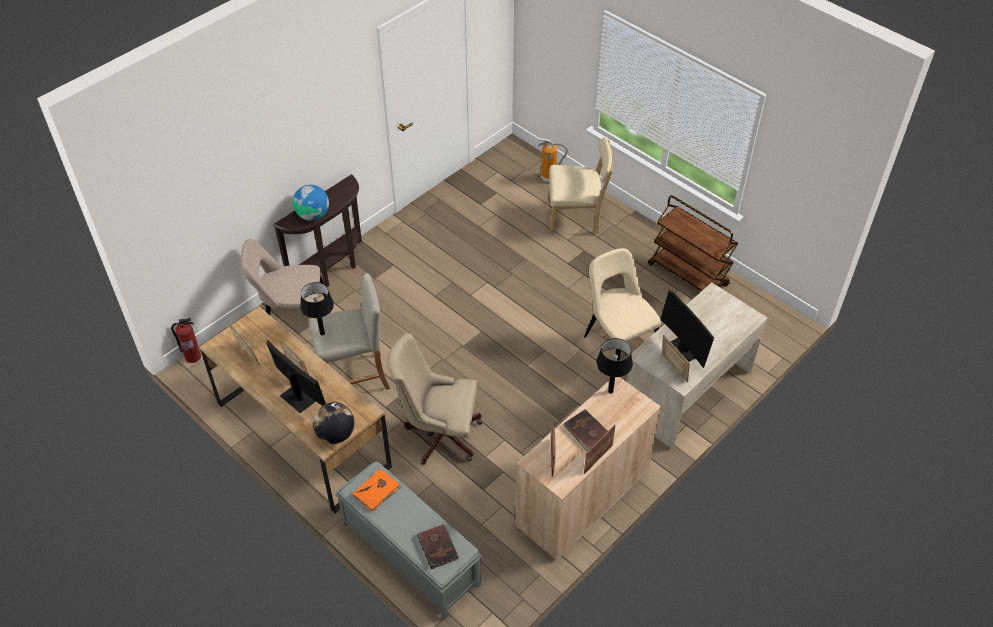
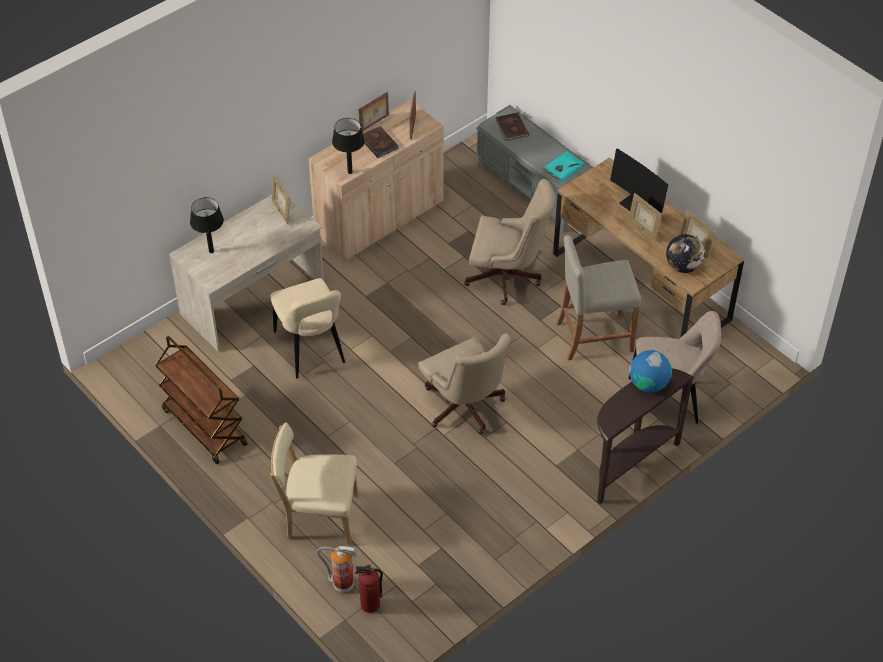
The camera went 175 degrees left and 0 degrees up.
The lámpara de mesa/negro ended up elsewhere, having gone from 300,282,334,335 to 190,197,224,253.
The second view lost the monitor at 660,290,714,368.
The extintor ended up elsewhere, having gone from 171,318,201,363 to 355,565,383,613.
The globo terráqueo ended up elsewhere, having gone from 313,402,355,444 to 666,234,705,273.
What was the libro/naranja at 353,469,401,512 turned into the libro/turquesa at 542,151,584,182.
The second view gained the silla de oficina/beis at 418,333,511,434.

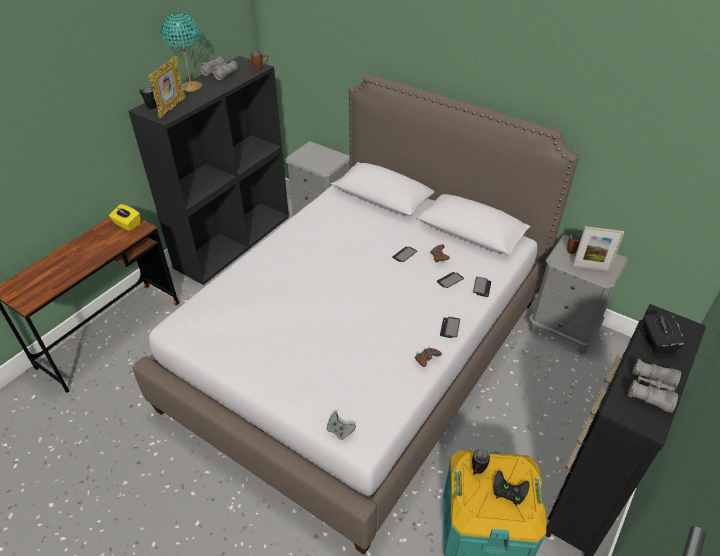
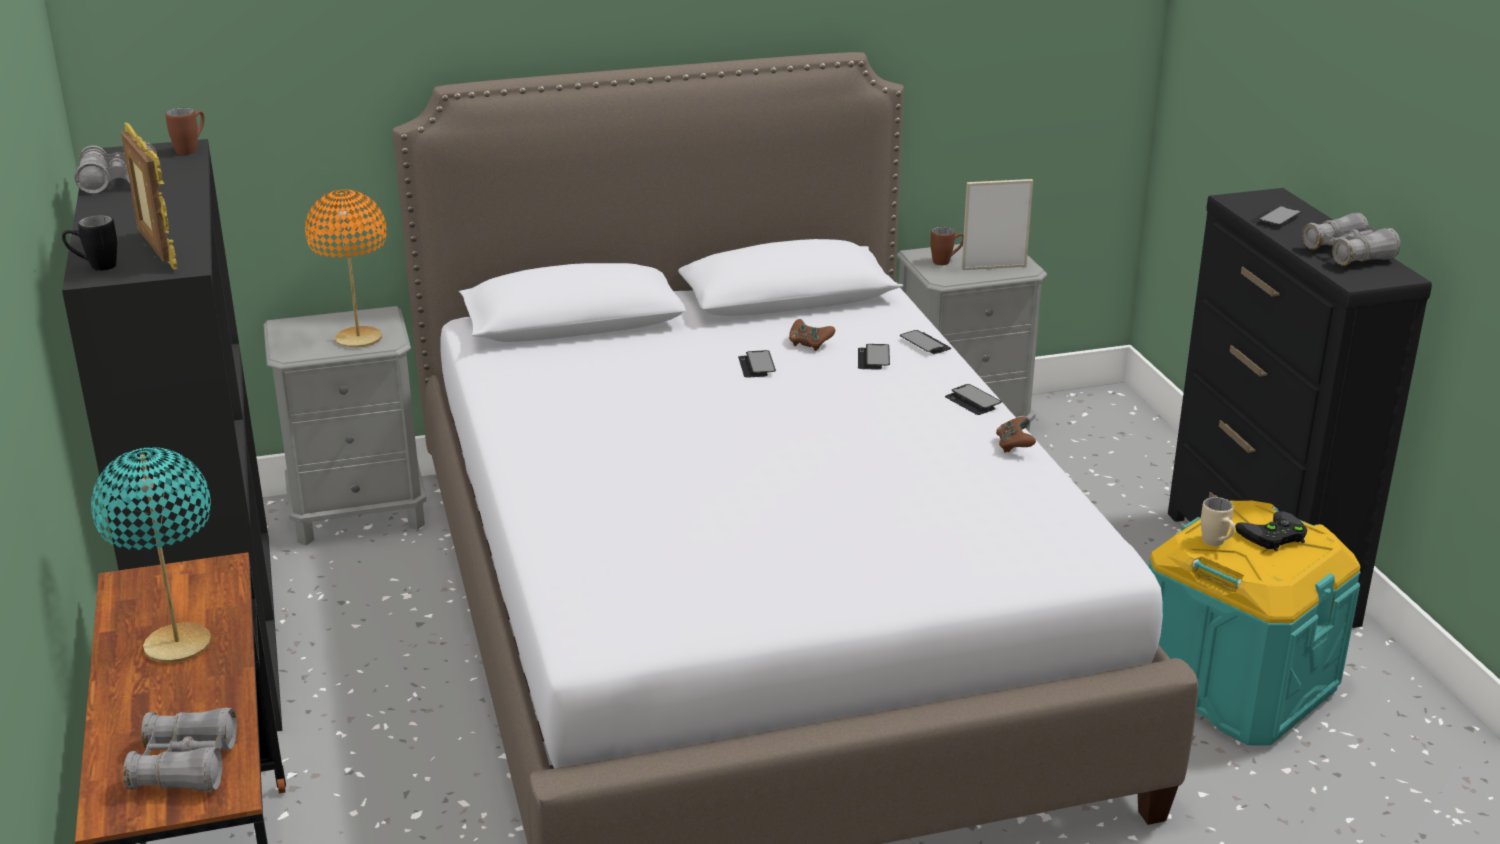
The camera went 50 degrees left and 15 degrees down.
The lámpara de mesa/turquesa ended up elsewhere, having gone from 161,12,202,92 to 91,447,211,663.
The second view lost the caja de pañuelos/amarillo at 109,204,141,231.
The portarretratos at 572,226,624,272 ended up facing another way, 150 degrees counterclockwise from before.
Where the caja de pañuelos/negro stood at 643,312,685,354, the móvil came to stand at 1250,206,1302,227.
The second view lost the mando de consola/gris at 326,412,356,440.
What was the taza grande/negro at 472,449,490,475 turned into the taza grande/beis at 1201,497,1235,546.
The second view gained the lámpara de mesa/naranja at 305,189,387,348.
The second view gained the prismáticos/gris at 123,708,237,792.

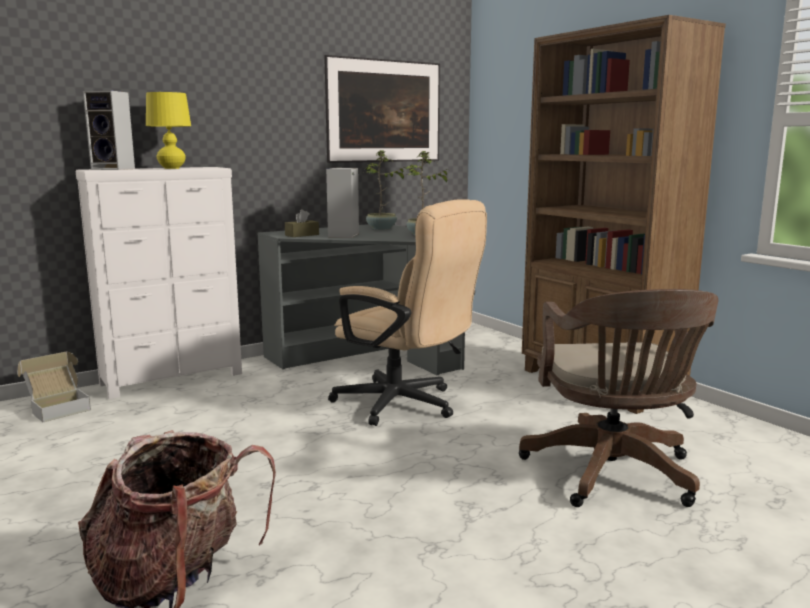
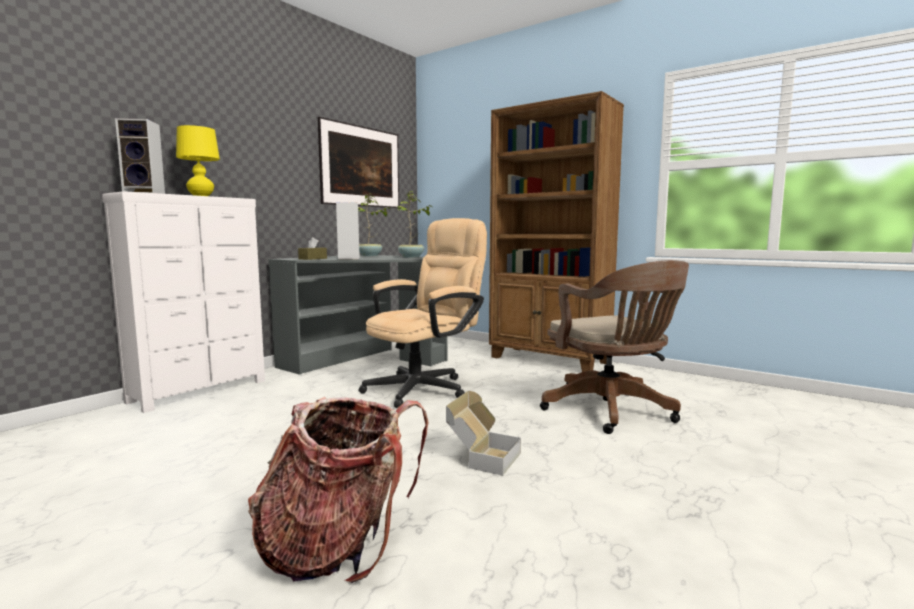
The camera went 20 degrees left and 5 degrees down.
The silla de oficina/beis at 328,199,487,426 ended up facing another way, 60 degrees counterclockwise from before.
The caja de cartón ended up elsewhere, having gone from 17,351,91,422 to 446,391,521,476.

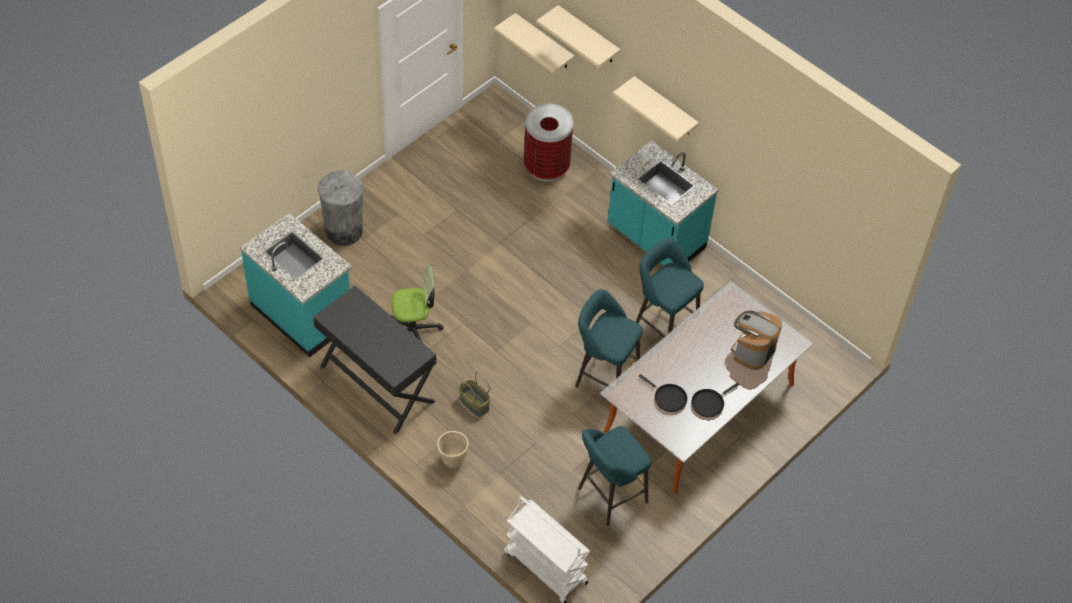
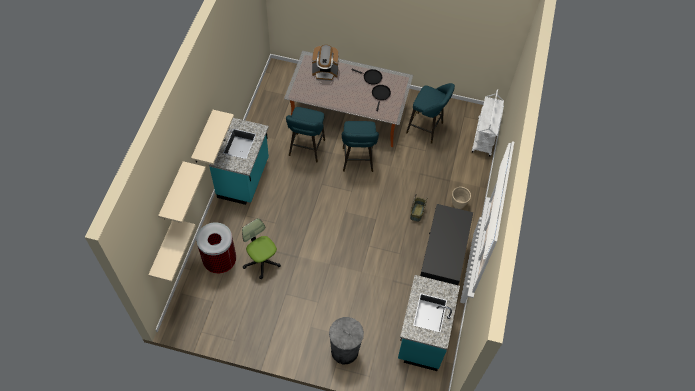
The camera went 120 degrees left and 5 degrees up.
The silla de oficina ended up elsewhere, having gone from 391,264,443,343 to 242,218,281,279.

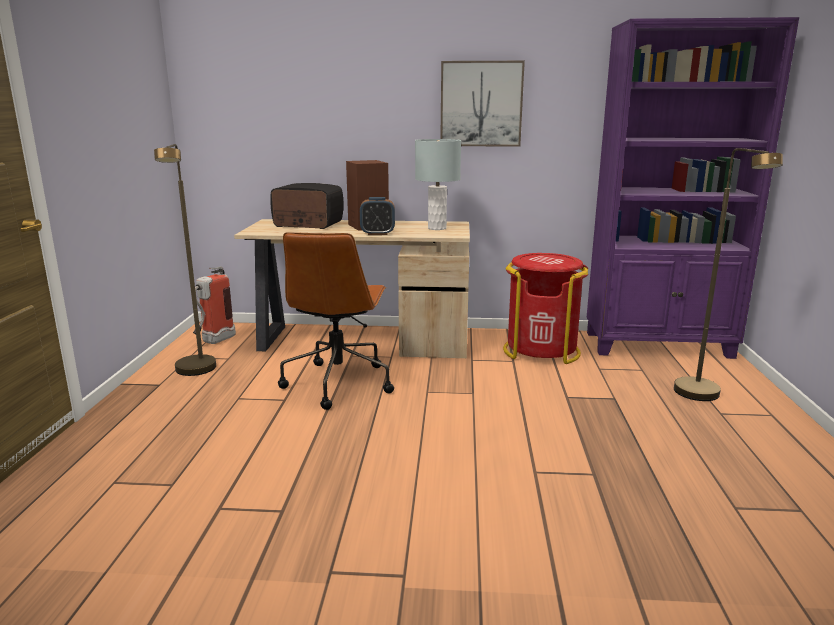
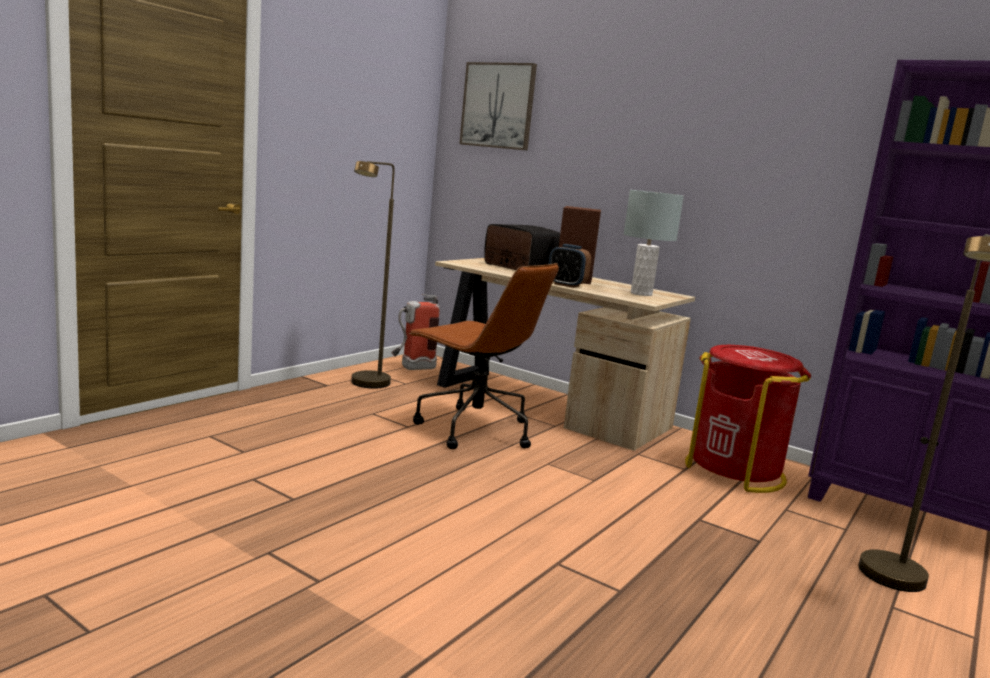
The camera went 30 degrees right and 5 degrees down.
The cuadro ended up elsewhere, having gone from 440,61,525,147 to 459,62,537,151.
The silla de oficina/marrón at 278,232,394,410 ended up facing another way, 90 degrees counterclockwise from before.

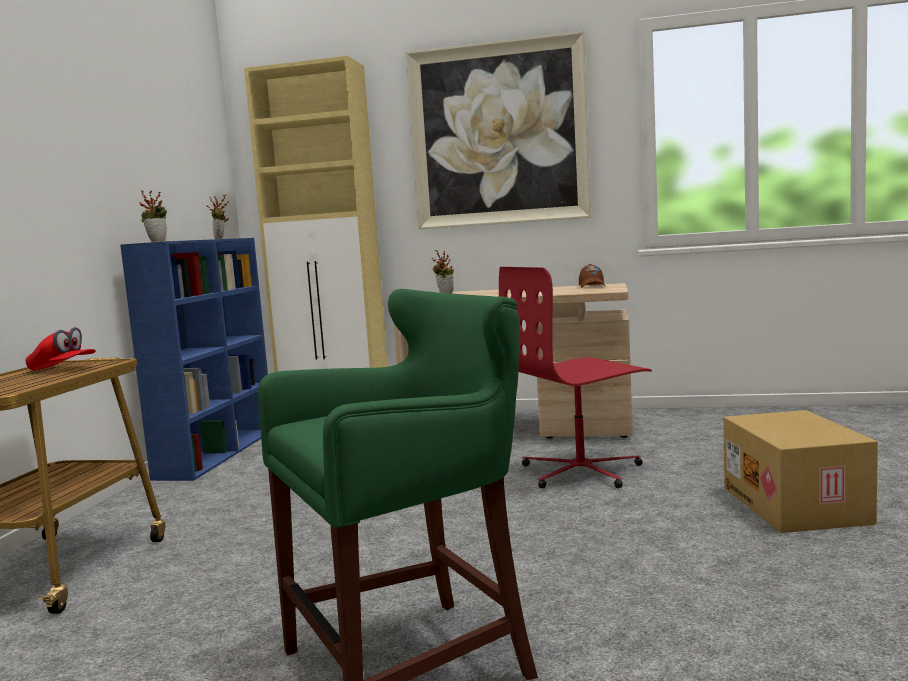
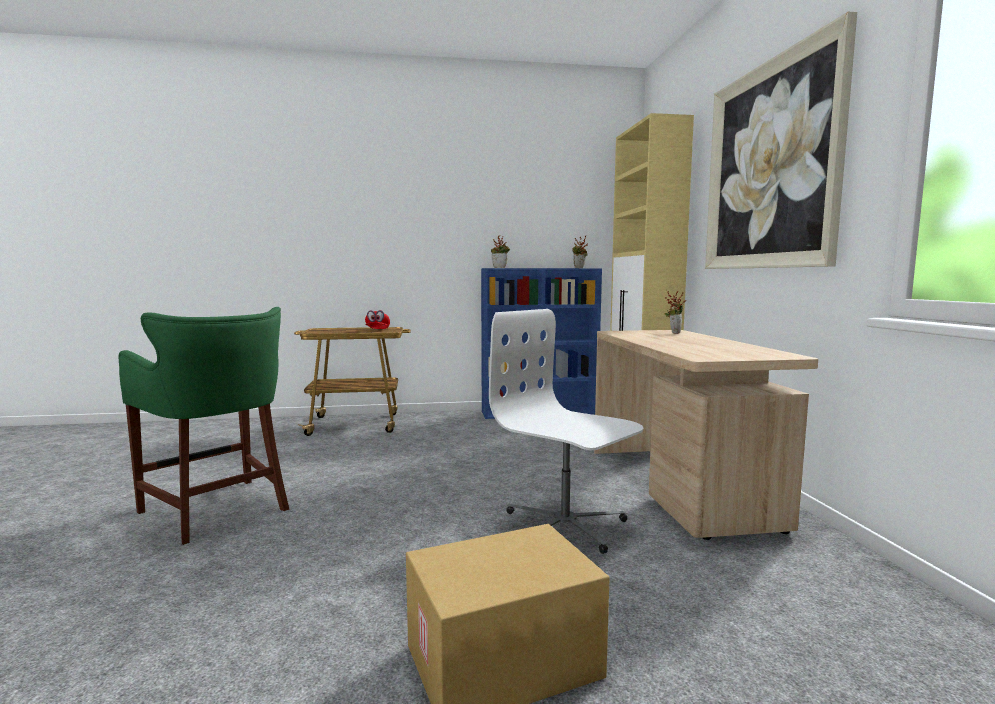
The camera went 70 degrees right and 0 degrees up.
The second view lost the gorra/marrón at 579,264,605,288.
What was the silla de oficina/rojo at 499,267,652,488 turned into the silla de oficina/blanco at 489,309,643,554.

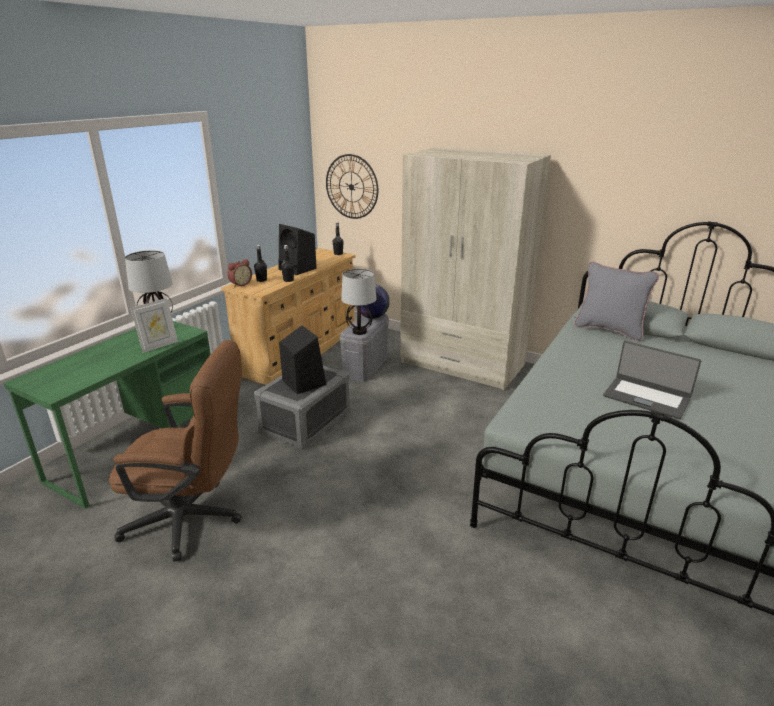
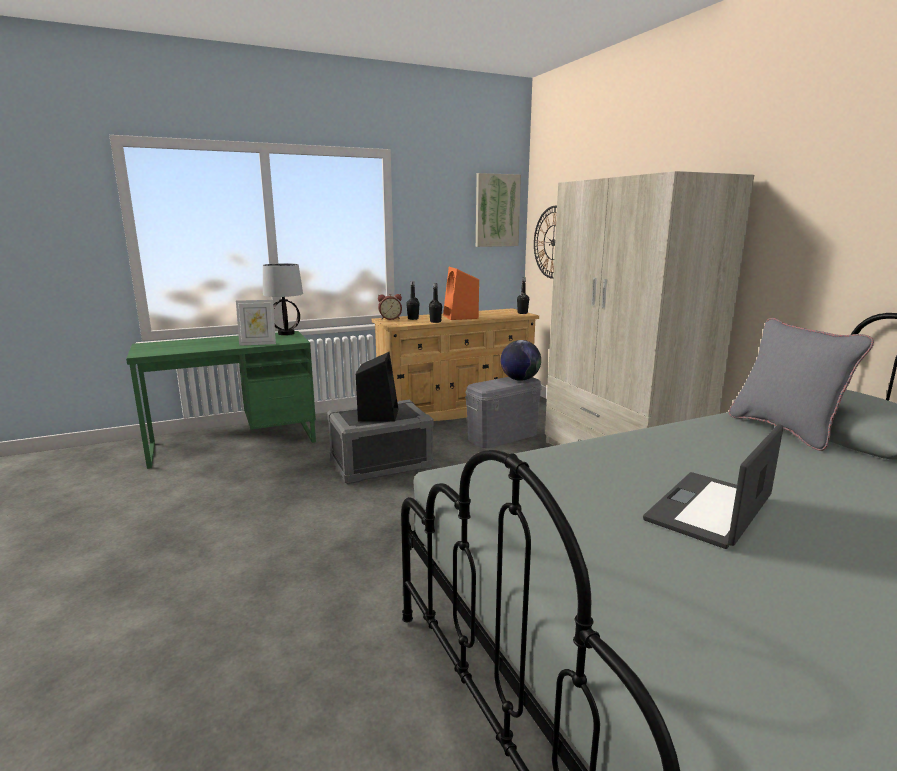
The camera went 35 degrees right and 10 degrees down.
What was the altavoz/negro at 279,224,317,275 turned into the altavoz/naranja at 443,267,479,320.
The second view lost the lámpara de mesa at 341,269,377,335.
The second view lost the silla de oficina/marrón at 109,340,242,562.
The portátil at 603,341,701,419 ended up facing another way, 60 degrees clockwise from before.
The second view gained the cuadro at 476,173,521,247.

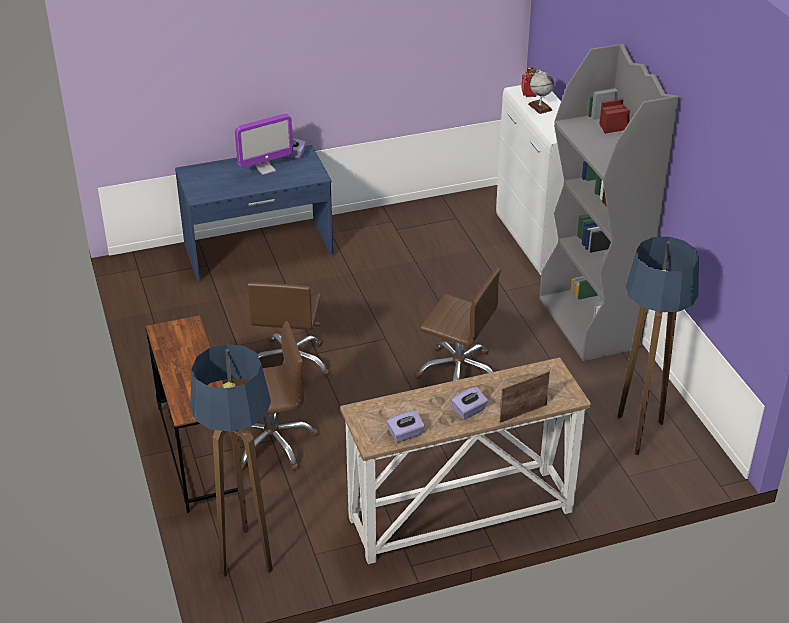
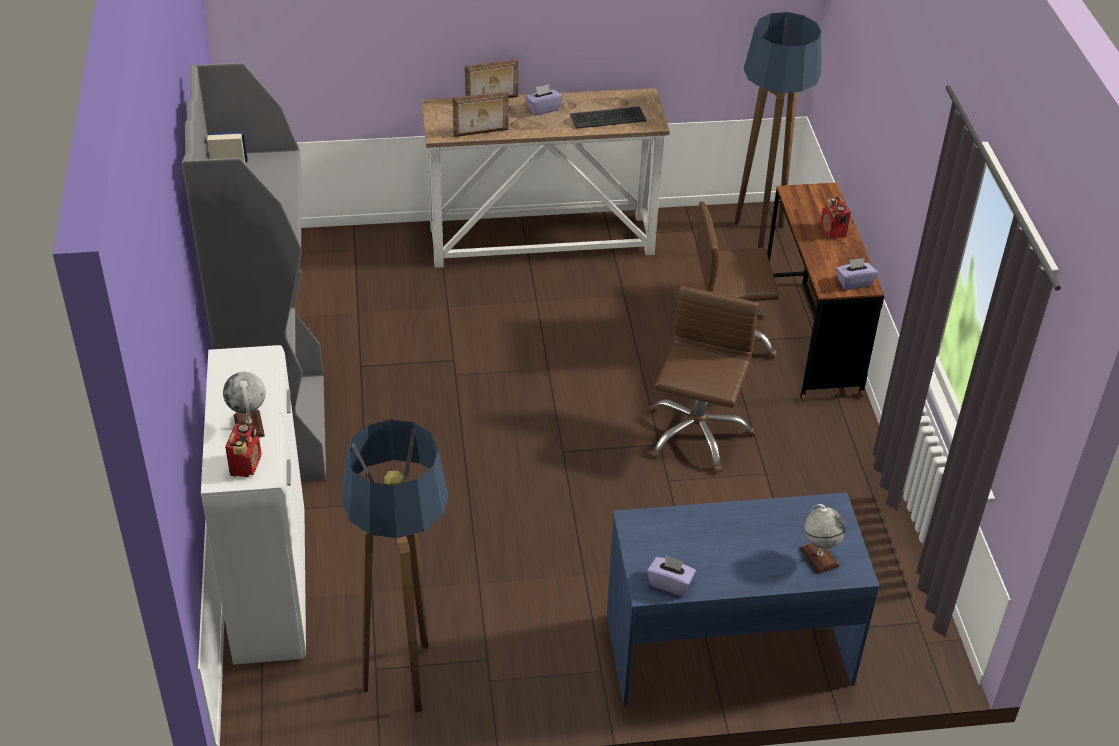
The camera went 170 degrees left and 5 degrees up.
The second view lost the monitor at 235,114,293,175.
The lámpara de pie ended up elsewhere, having gone from 617,237,699,455 to 342,420,449,713.
The second view lost the silla de oficina/marrón at 415,268,501,381.
The caja de pañuelos/morado ended up elsewhere, having gone from 387,411,425,443 to 836,258,878,290.
The second view gained the portarretratos at 452,91,509,137.
The second view gained the teclado at 570,106,647,129.
The second view gained the radio at 820,197,851,238.
The second view gained the globo terráqueo at 799,504,846,574.

